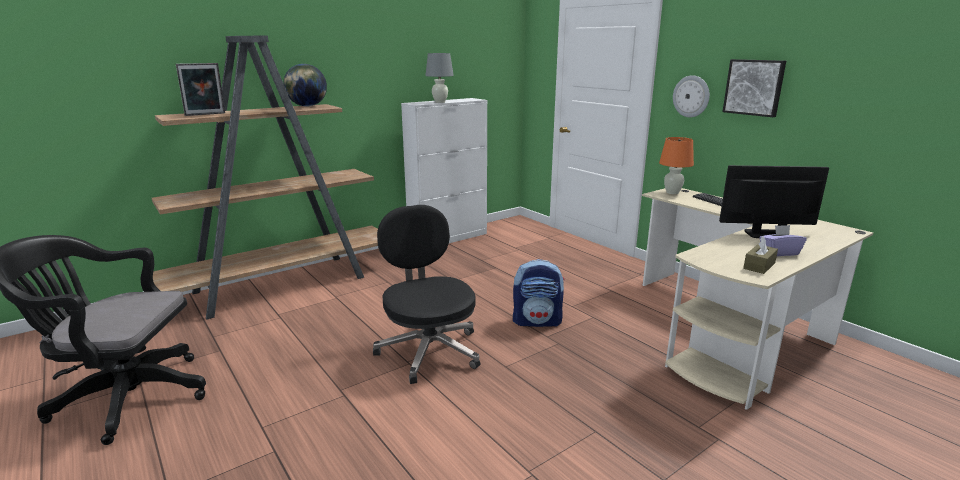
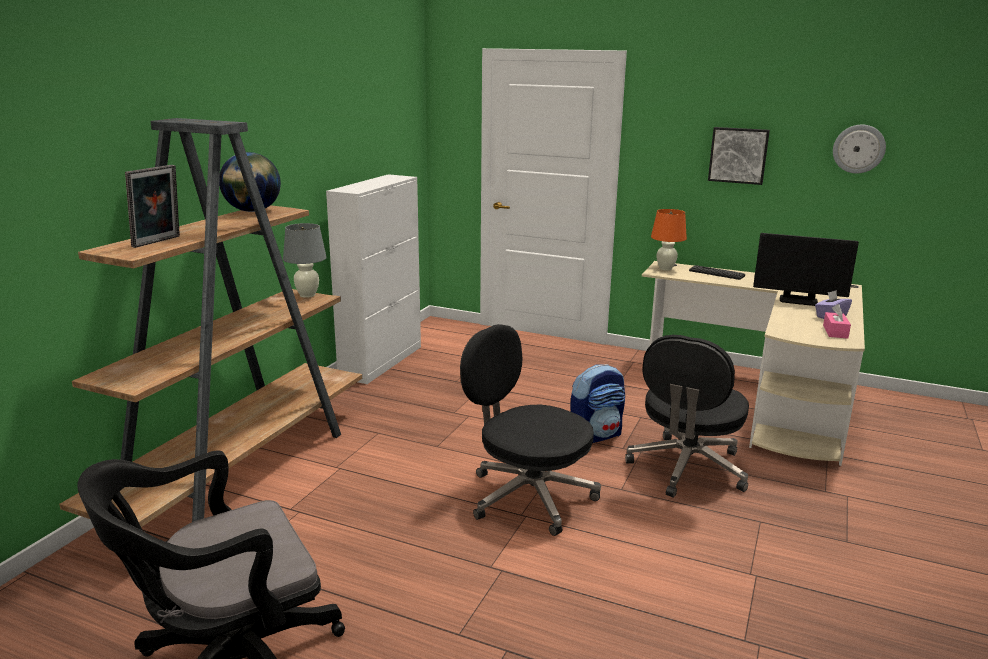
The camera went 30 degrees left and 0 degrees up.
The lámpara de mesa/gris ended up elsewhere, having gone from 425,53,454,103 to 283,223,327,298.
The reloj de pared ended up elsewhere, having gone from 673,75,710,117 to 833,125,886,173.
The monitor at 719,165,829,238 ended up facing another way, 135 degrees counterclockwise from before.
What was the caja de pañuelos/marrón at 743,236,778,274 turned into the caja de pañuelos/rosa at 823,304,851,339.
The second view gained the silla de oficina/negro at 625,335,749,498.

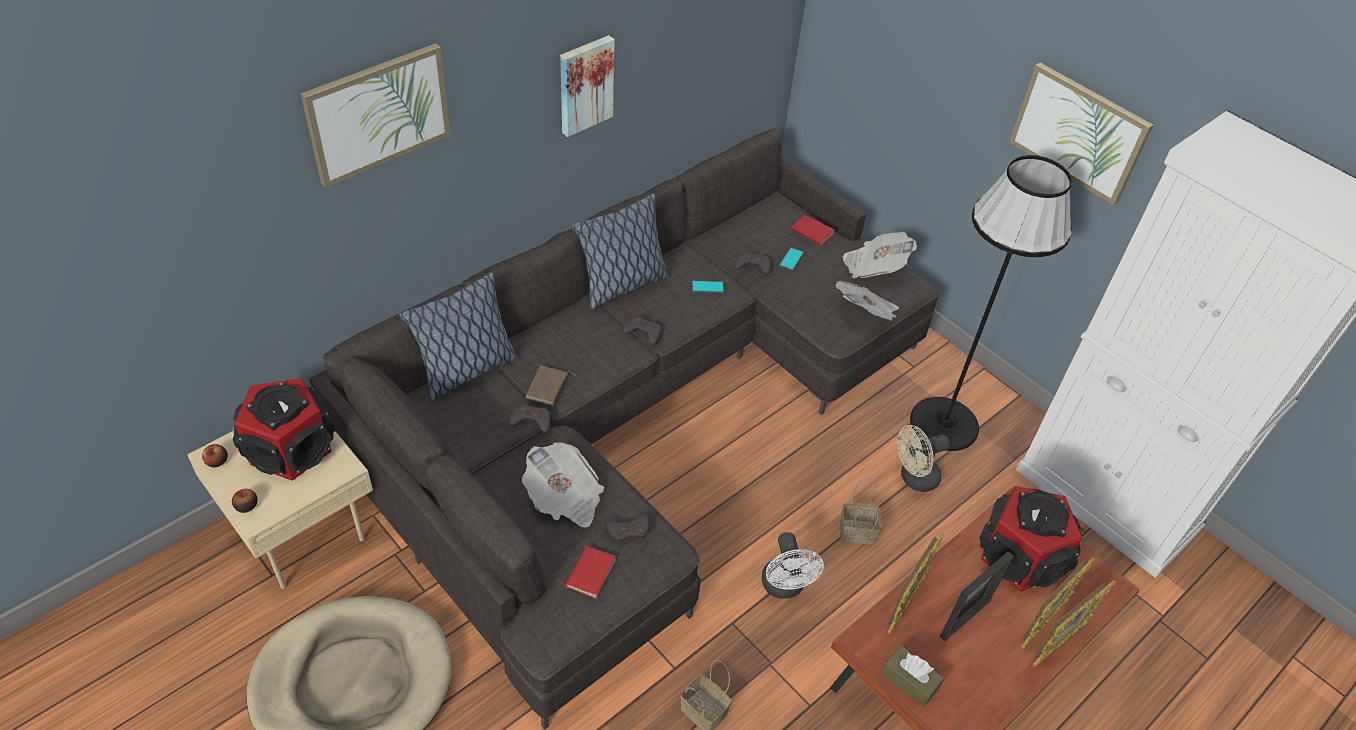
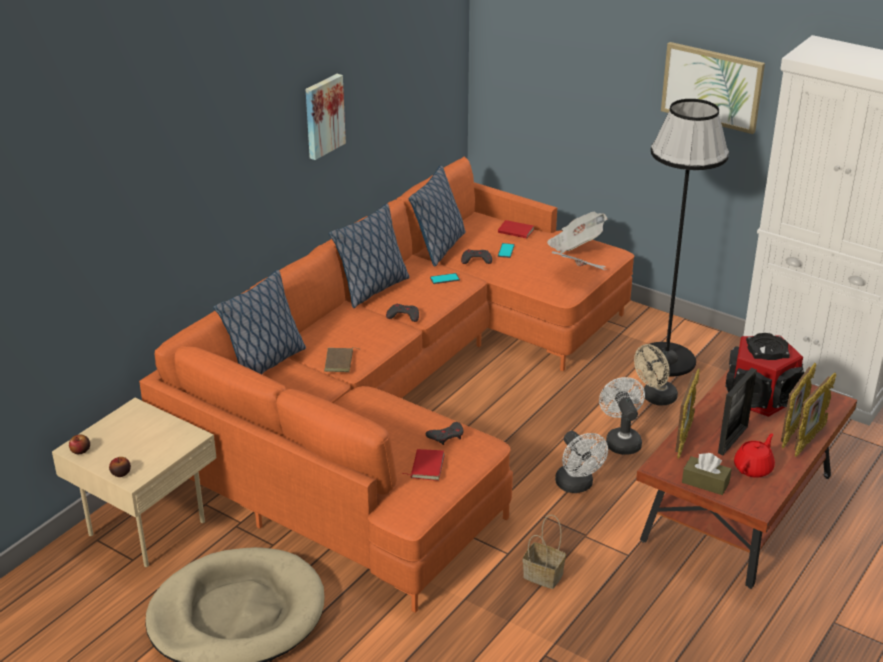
The camera went 10 degrees left and 15 degrees down.
The second view lost the cuadro at 301,43,451,188.
What was the sofá/gris at 309,128,940,730 turned into the sofá/naranja at 139,157,634,613.
The second view lost the altavoz at 233,378,335,481.
The second view lost the mando de consola/gris at 509,404,551,433.
The second view lost the periódico at 522,442,604,528.
Where the cesta stood at 840,478,881,544, the ventilador/blanco came to stand at 599,377,645,455.
The second view gained the cojín at 408,166,465,267.
The second view gained the tetera/rojo at 734,433,775,478.

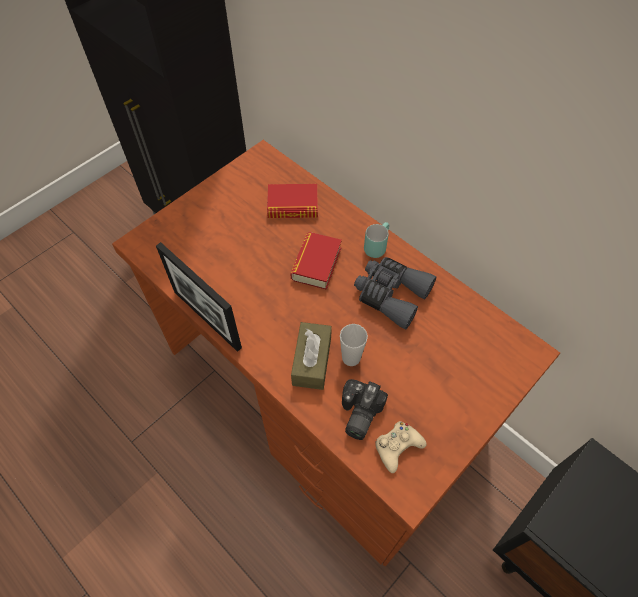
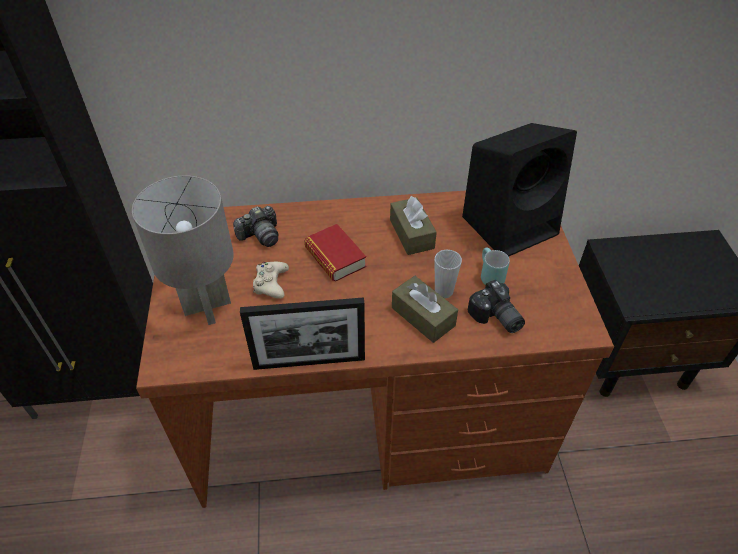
The camera went 50 degrees left and 10 degrees down.
Where the libro stood at 267,184,318,218, the cámara came to stand at 233,206,279,247.
The taza grande/turquesa ended up elsewhere, having gone from 364,222,389,258 to 481,247,510,285.
Where the prismáticos/gris stood at 354,257,436,330, the caja de pañuelos/marrón came to stand at 390,196,437,255.
The mando de consola/beis ended up elsewhere, having gone from 375,421,427,473 to 253,262,289,299.
The second view gained the altavoz/negro at 462,123,577,257.
The second view gained the lámpara de mesa/gris at 132,176,234,325.

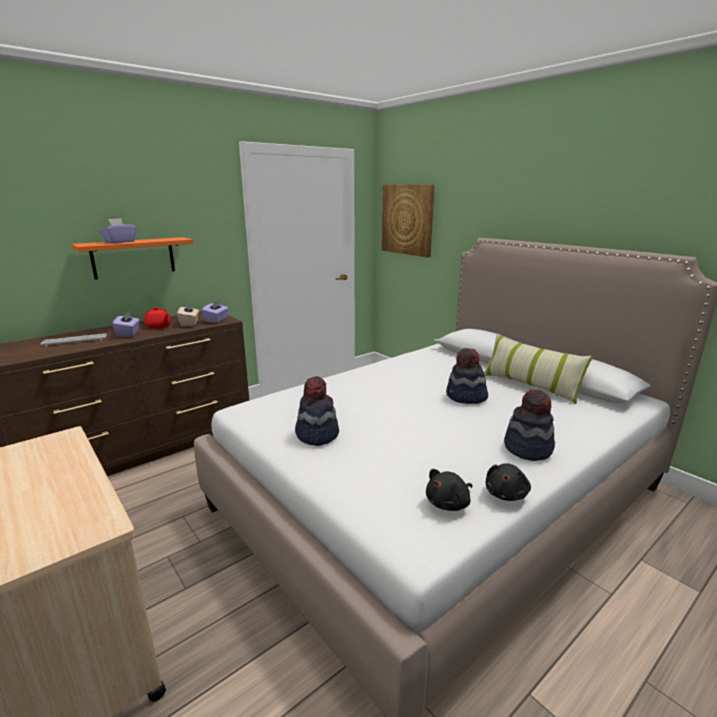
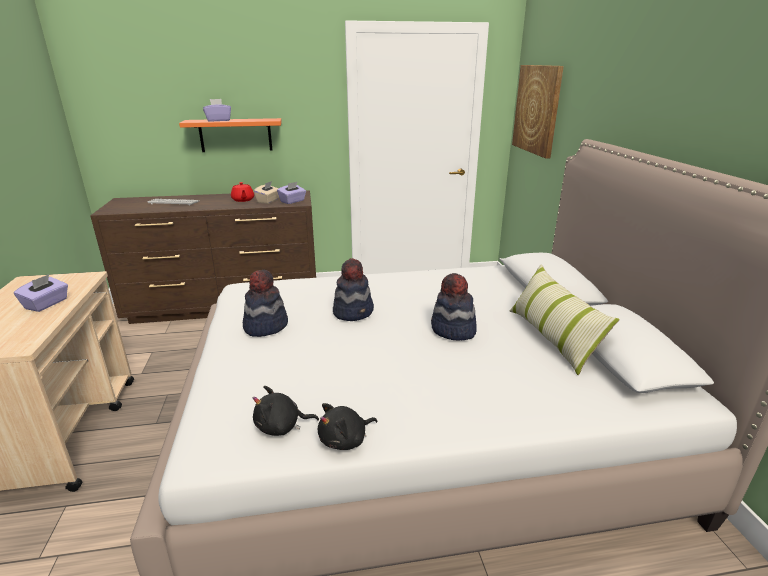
The camera went 30 degrees right and 5 degrees up.
The caja de pañuelos/morado ended up elsewhere, having gone from 112,311,140,338 to 14,274,68,312.
The sombrero ended up elsewhere, having gone from 504,389,555,461 to 333,258,374,321.

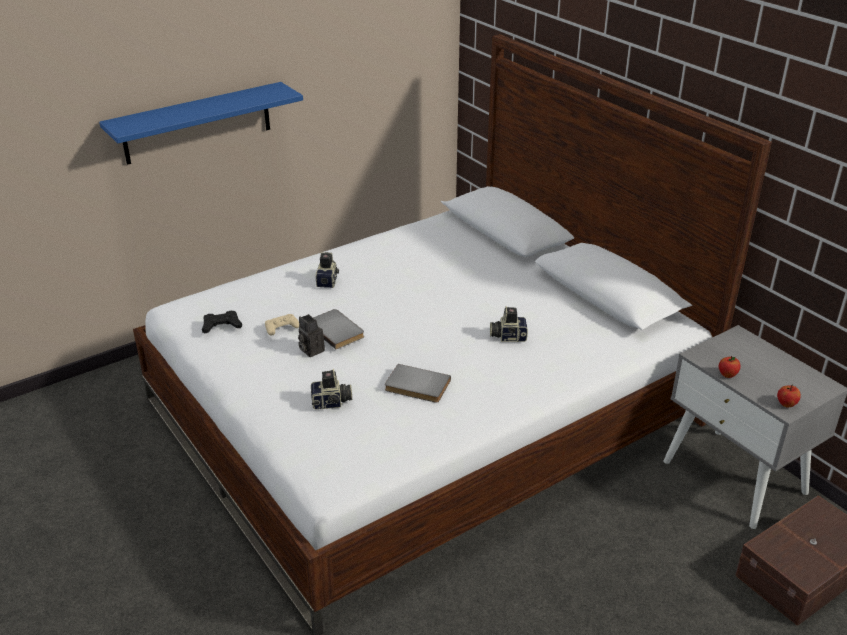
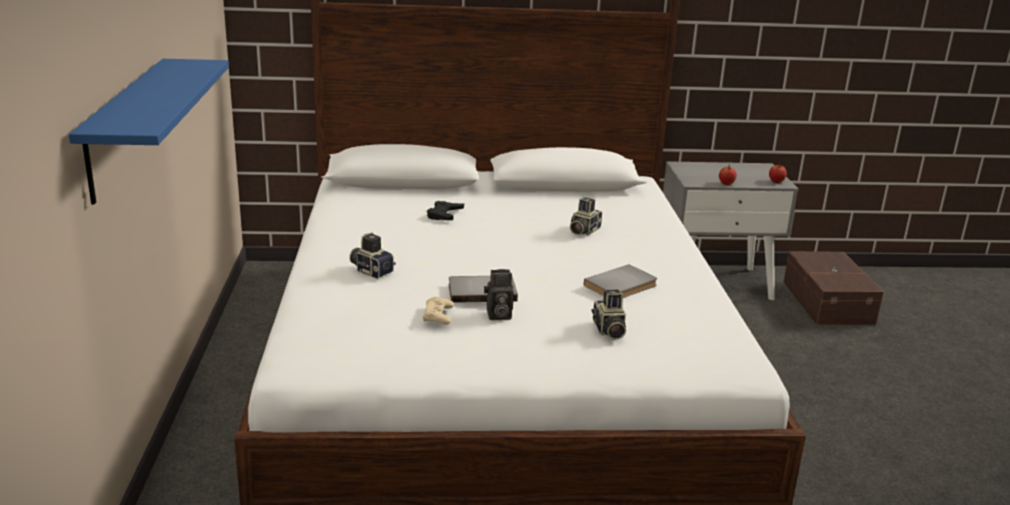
The camera went 60 degrees left and 10 degrees down.
The mando de consola/negro ended up elsewhere, having gone from 202,311,242,333 to 427,201,464,220.
The cámara at 311,369,352,410 ended up facing another way, 150 degrees clockwise from before.

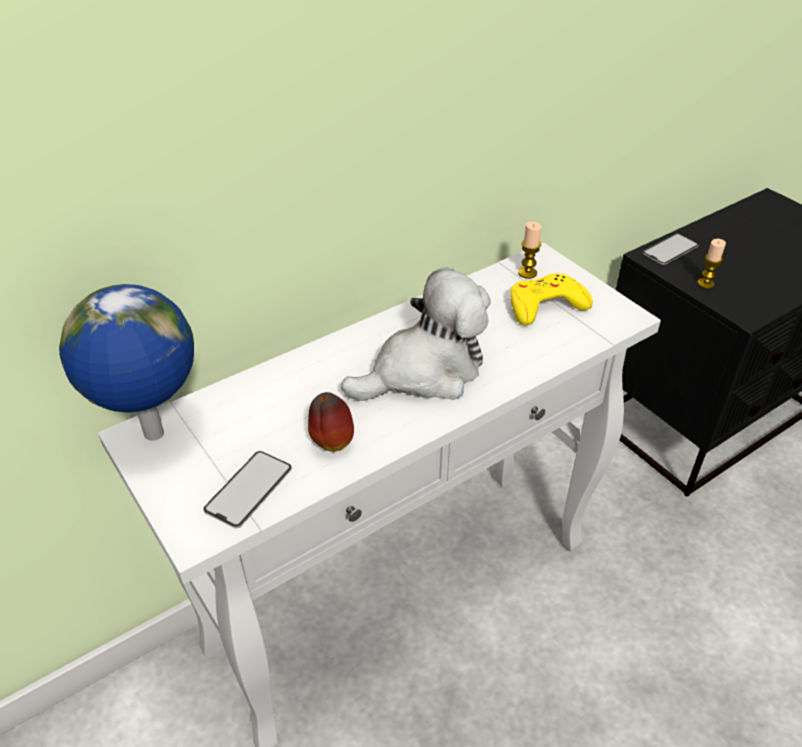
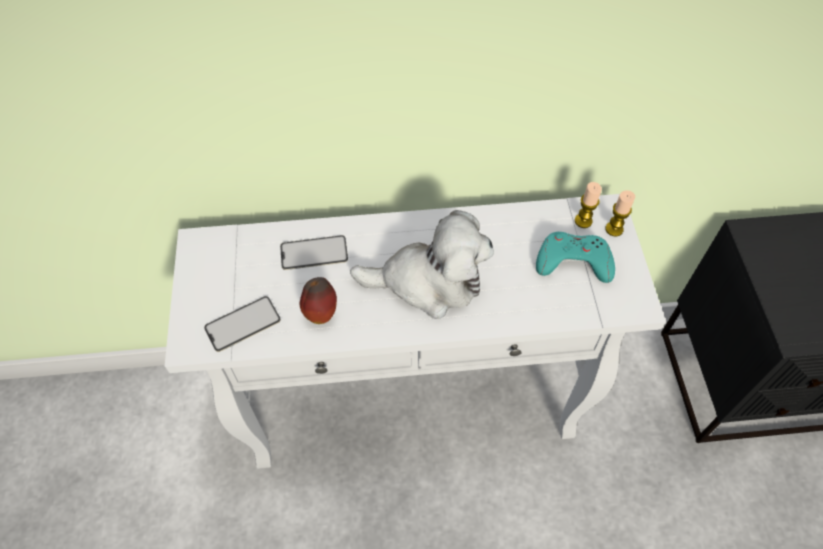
The camera went 30 degrees right and 15 degrees up.
The móvil ended up elsewhere, having gone from 643,233,699,265 to 280,235,348,270.
The vela ended up elsewhere, having gone from 697,239,726,289 to 605,190,635,237.
What was the mando de consola/amarillo at 510,273,593,325 turned into the mando de consola/turquesa at 536,232,615,283.
The second view lost the globo terráqueo at 59,284,194,441.

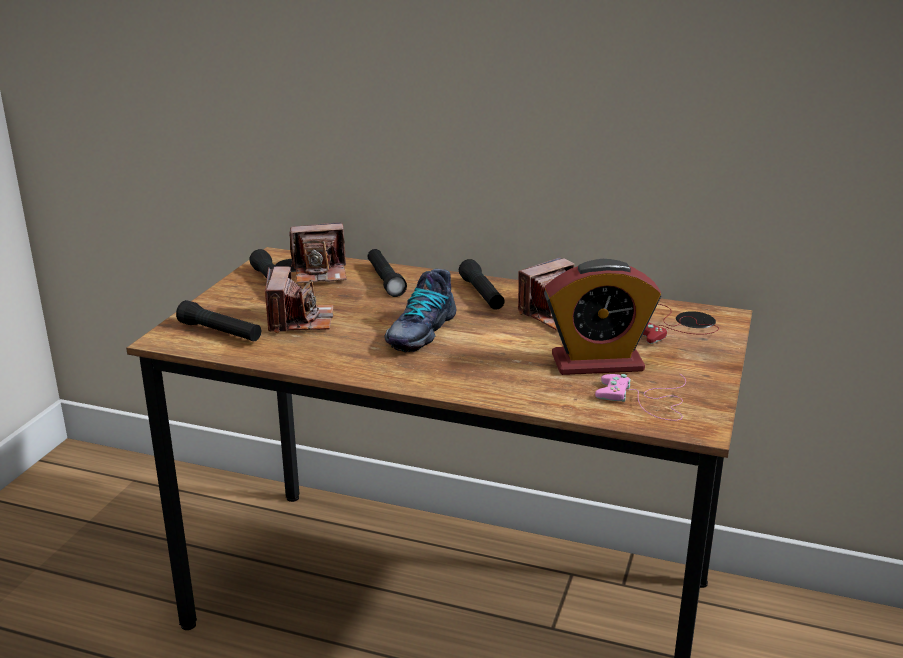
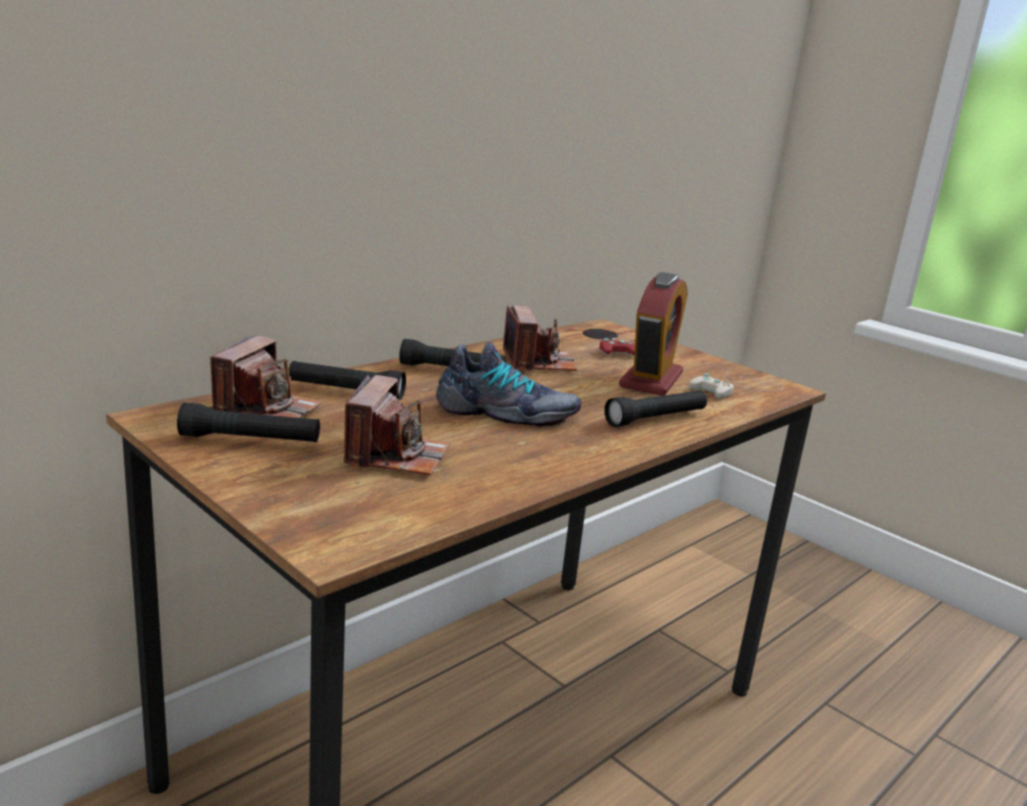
The camera went 65 degrees left and 5 degrees down.
The cámara at 265,267,333,333 ended up facing another way, 75 degrees clockwise from before.
The zapato at 384,269,456,352 ended up facing another way, 45 degrees counterclockwise from before.
The linterna/negro ended up elsewhere, having gone from 176,300,261,341 to 604,390,707,427.
What was the mando de consola/rosa at 595,374,686,421 turned into the mando de consola/blanco at 689,364,783,398.

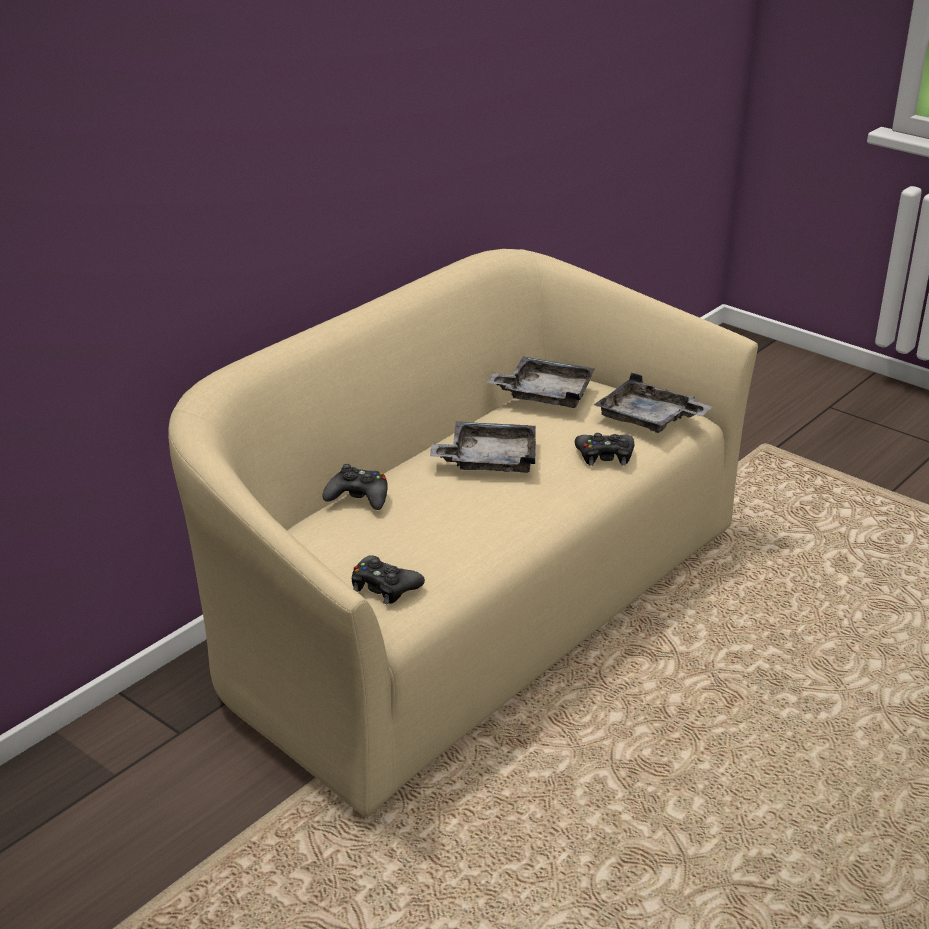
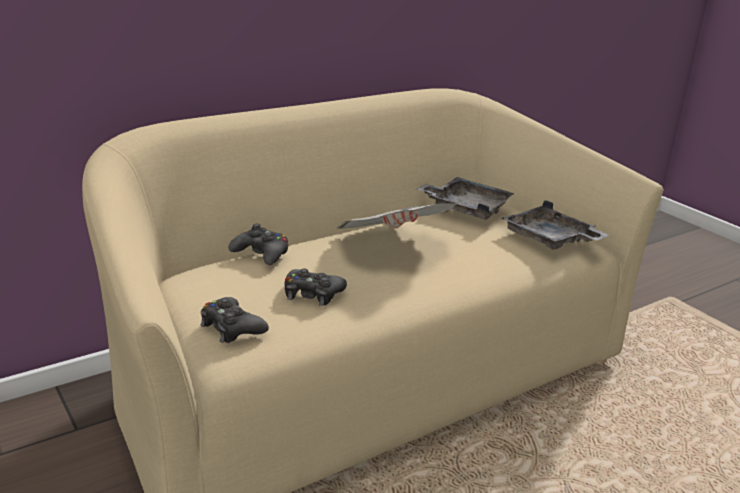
The camera went 15 degrees right and 5 degrees down.
Where the bandeja/gris stood at 430,421,536,473, the periódico came to stand at 337,203,457,229.
The mando de consola/negro ended up elsewhere, having gone from 575,433,634,466 to 285,268,347,306.

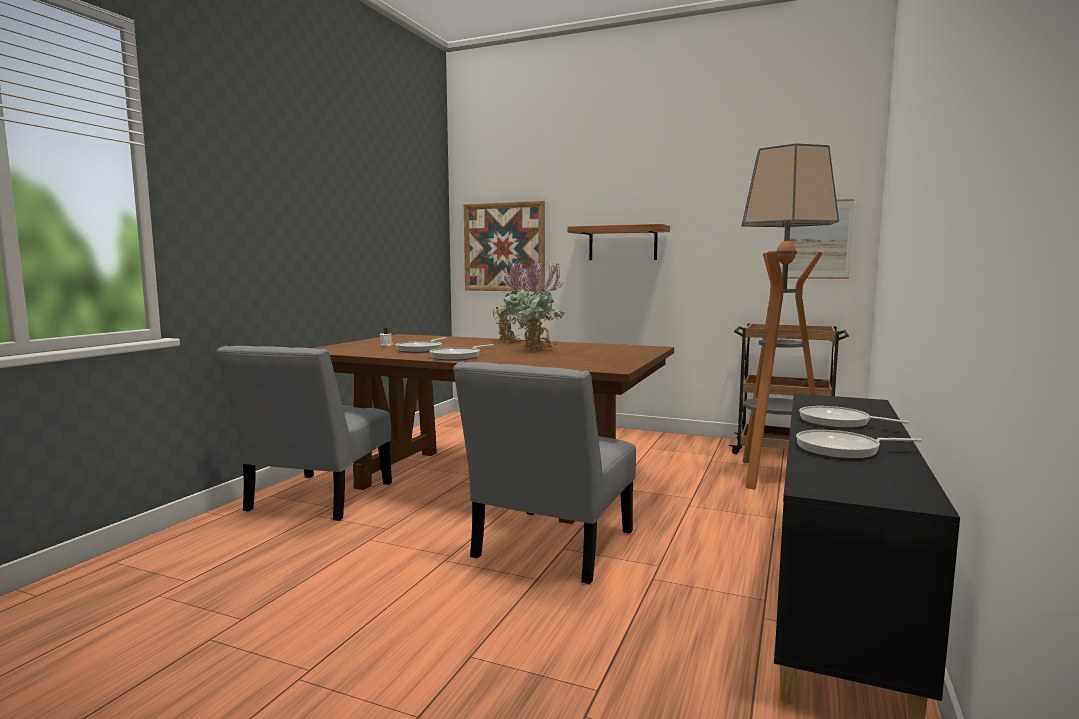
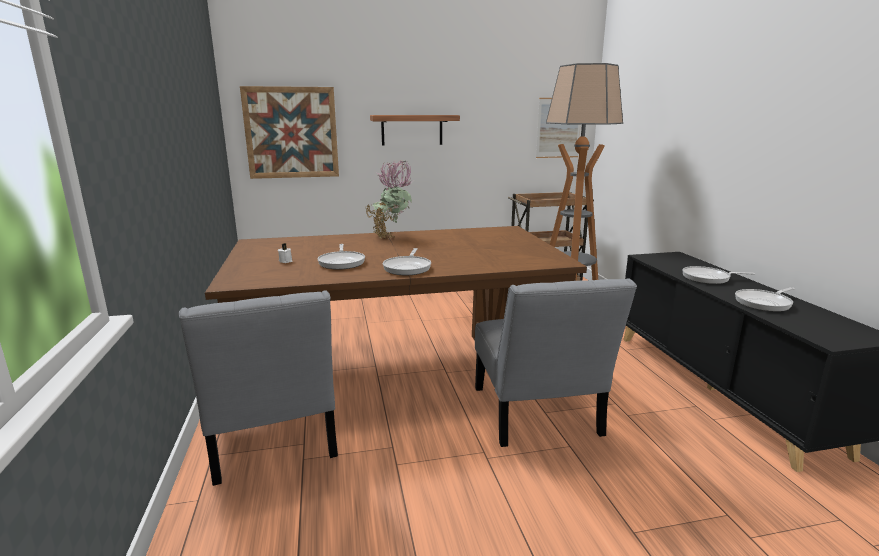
The camera went 35 degrees left and 10 degrees up.
The second view lost the planta en maceta at 515,259,565,350.

